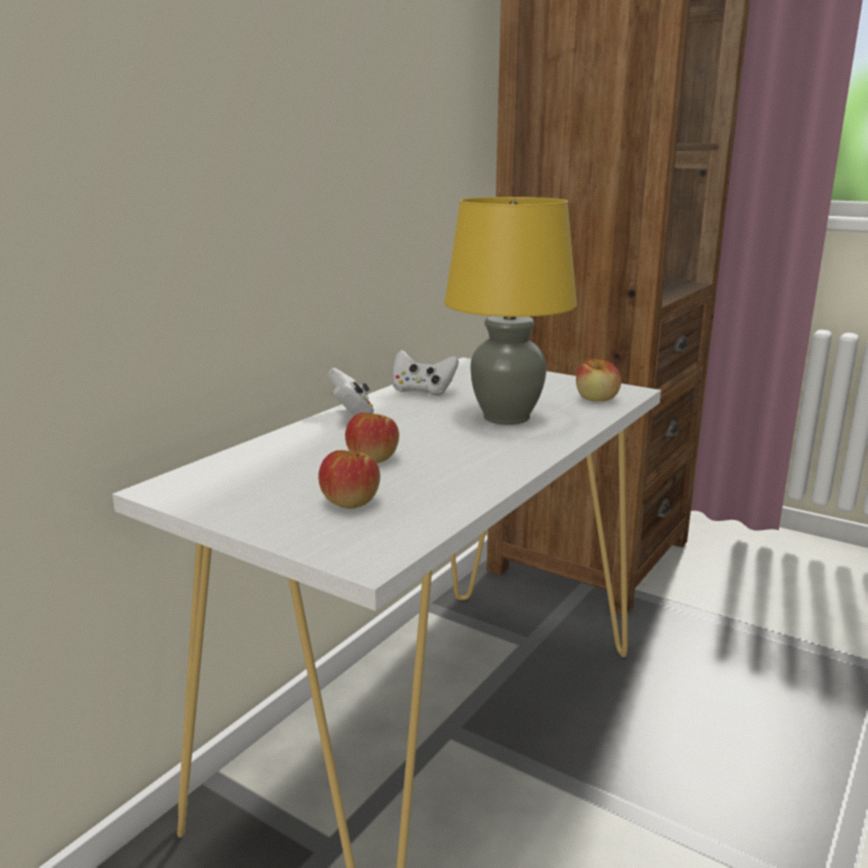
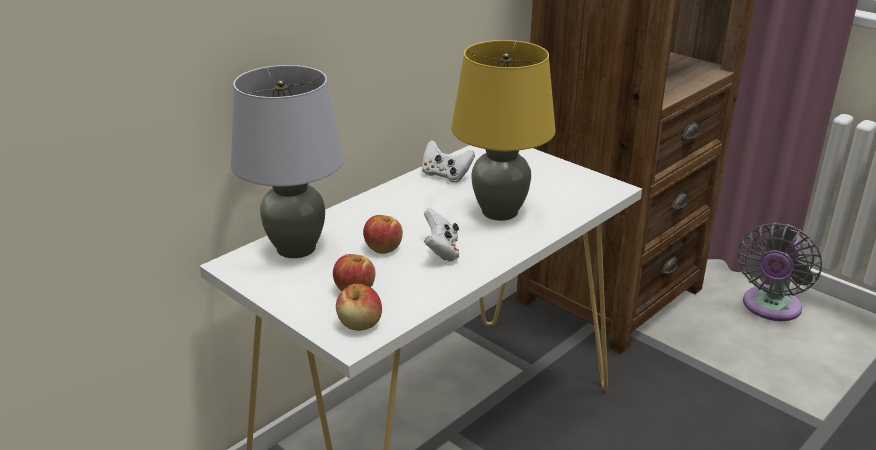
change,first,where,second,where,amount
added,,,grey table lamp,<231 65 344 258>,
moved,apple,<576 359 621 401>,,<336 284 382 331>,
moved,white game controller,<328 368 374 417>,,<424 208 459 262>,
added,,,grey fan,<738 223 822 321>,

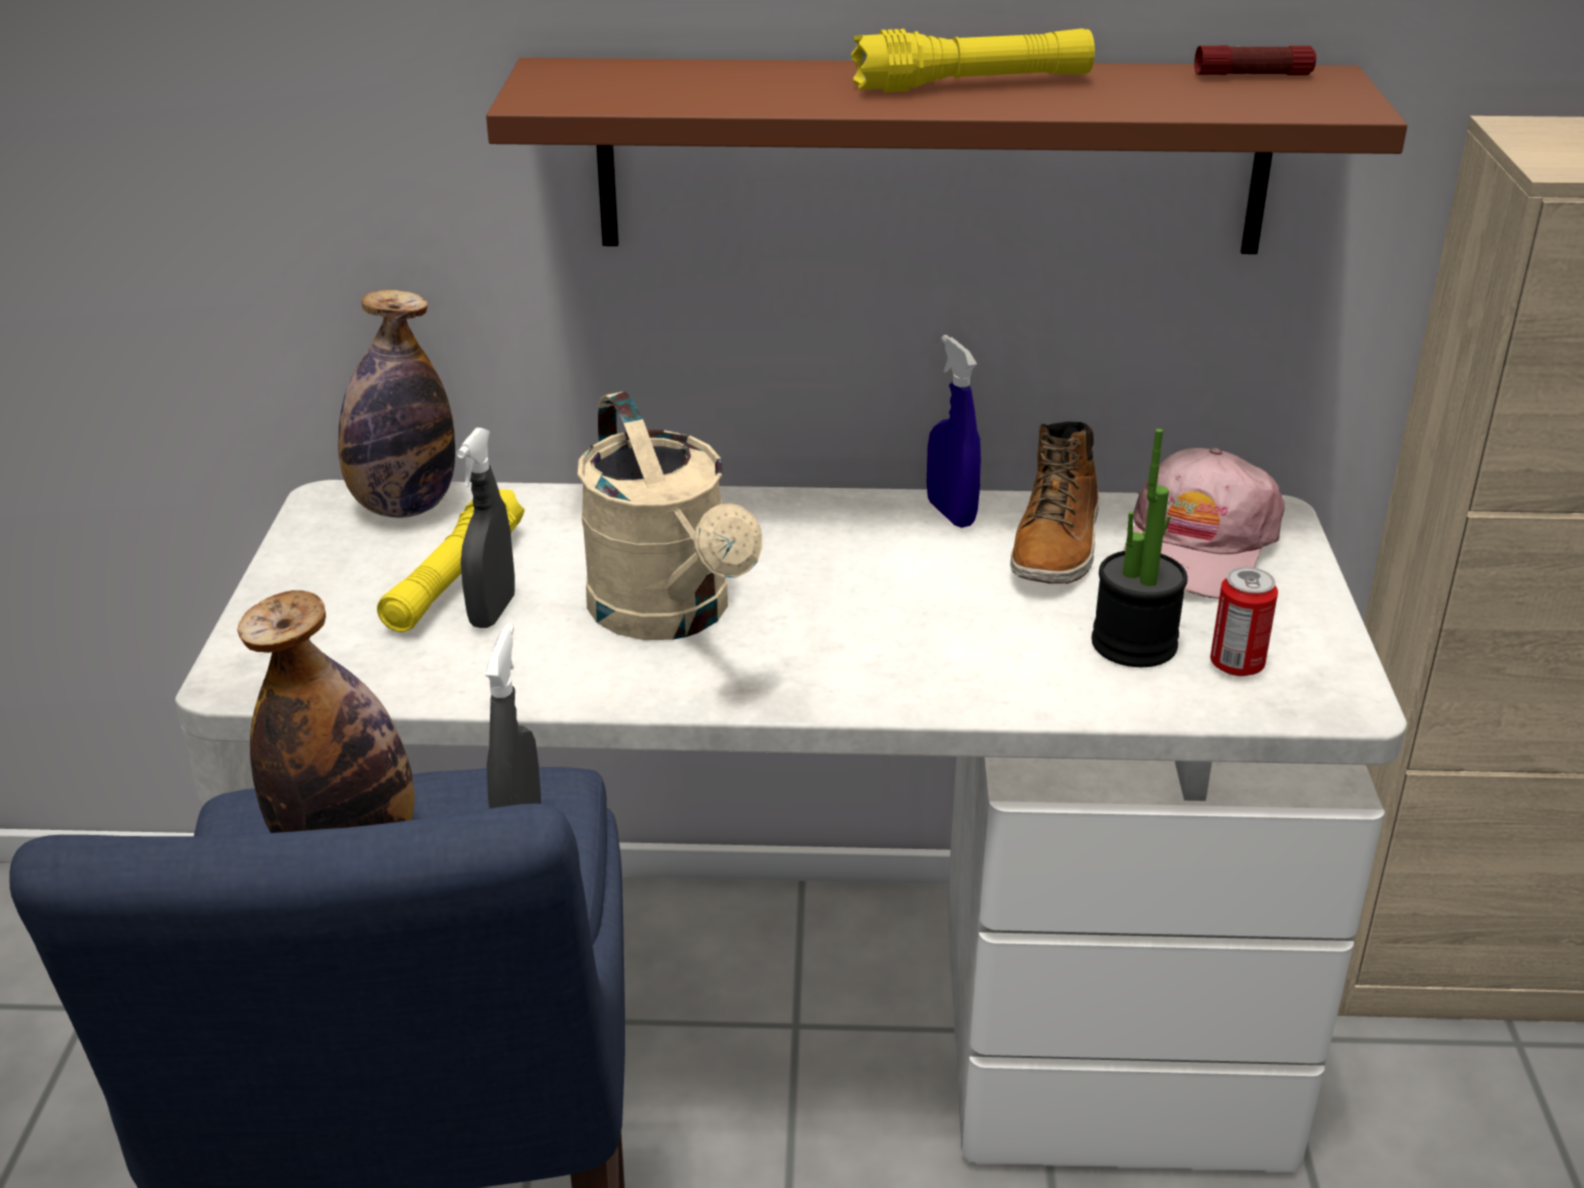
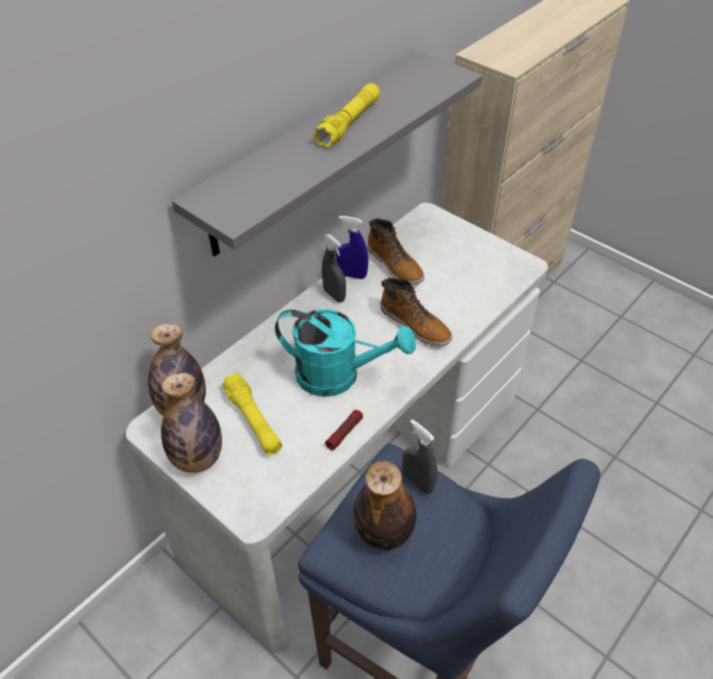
change,first,where,second,where,amount
added,,,bottle,<161 373 222 473>,
recoloured,brown shelf,<486 58 1407 254>,grey shelf,<172 52 482 257>,
recoloured,beige watering can,<577 391 762 640>,turquoise watering can,<275 309 416 397>,
moved,grey spray bottle,<457 428 515 628>,,<322 234 346 302>,
moved,flashlight,<1194 46 1316 75>,,<325 410 363 450>,
added,,,boot,<380 278 452 346>,
removed,potted plant,<1092 429 1188 667>,,,
removed,pink cap,<1123 448 1285 599>,,,
removed,can,<1210 567 1278 676>,,,

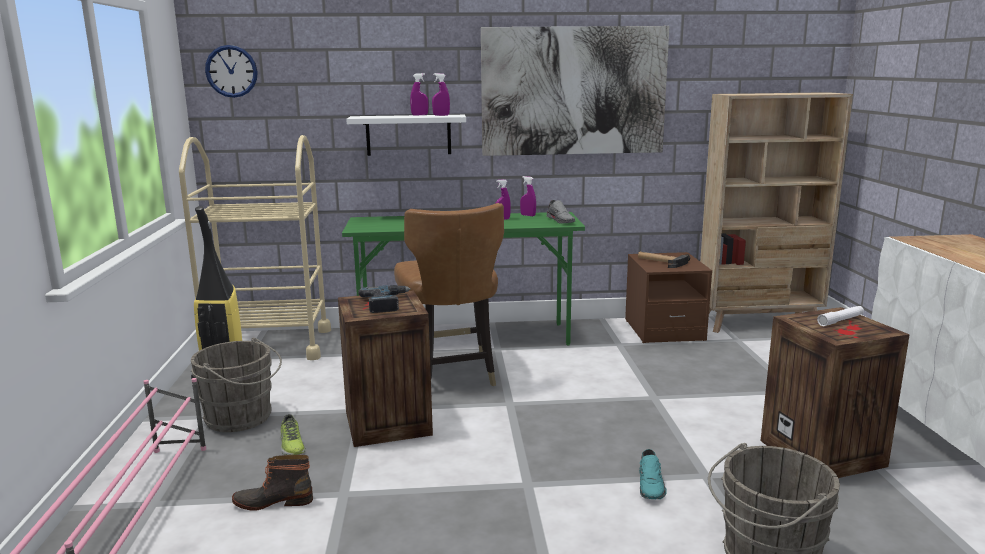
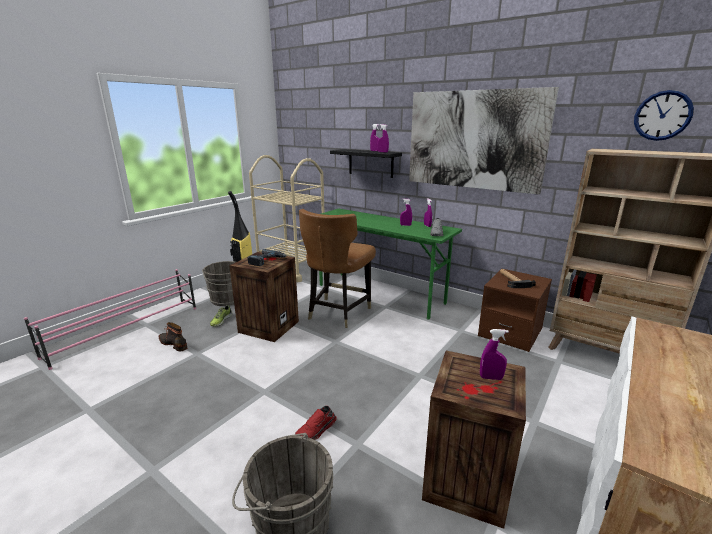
change,first,where,second,where,amount
recoloured,turquoise shoe,<639 449 667 499>,red shoe,<295 406 337 440>,
recoloured,white shelf,<346 115 466 156>,black shelf,<330 149 402 178>,
replaced,white flashlight,<817 306 864 326>,purple spray bottle,<480 329 509 380>,
moved,wall clock,<205 45 258 98>,,<634 90 694 141>,

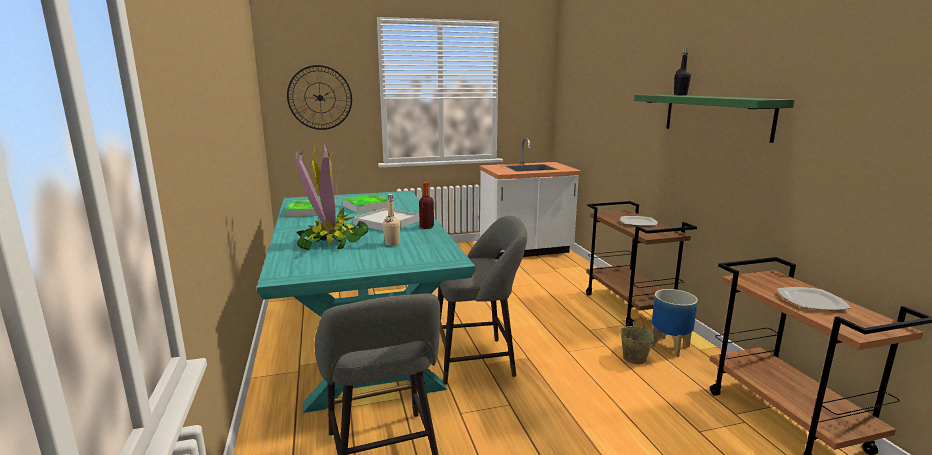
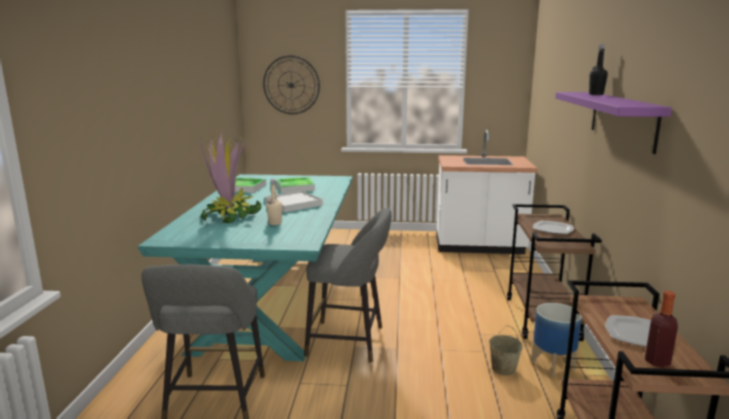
change,first,where,second,where,amount
recoloured,green shelf,<634 95 795 143>,purple shelf,<555 92 672 154>,
moved,bottle,<419 182 434 229>,,<645 291 678 368>,

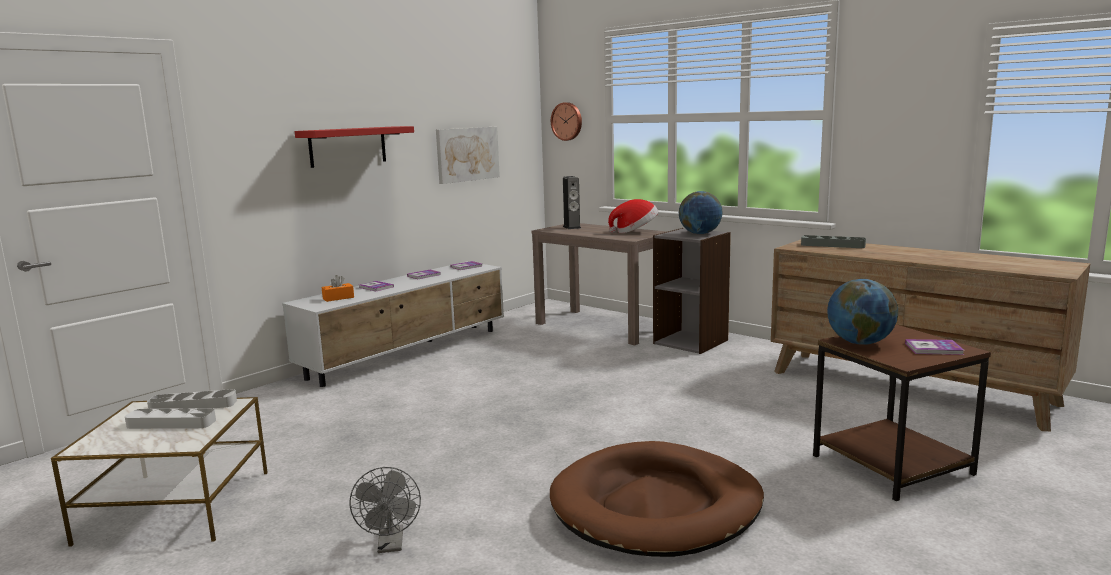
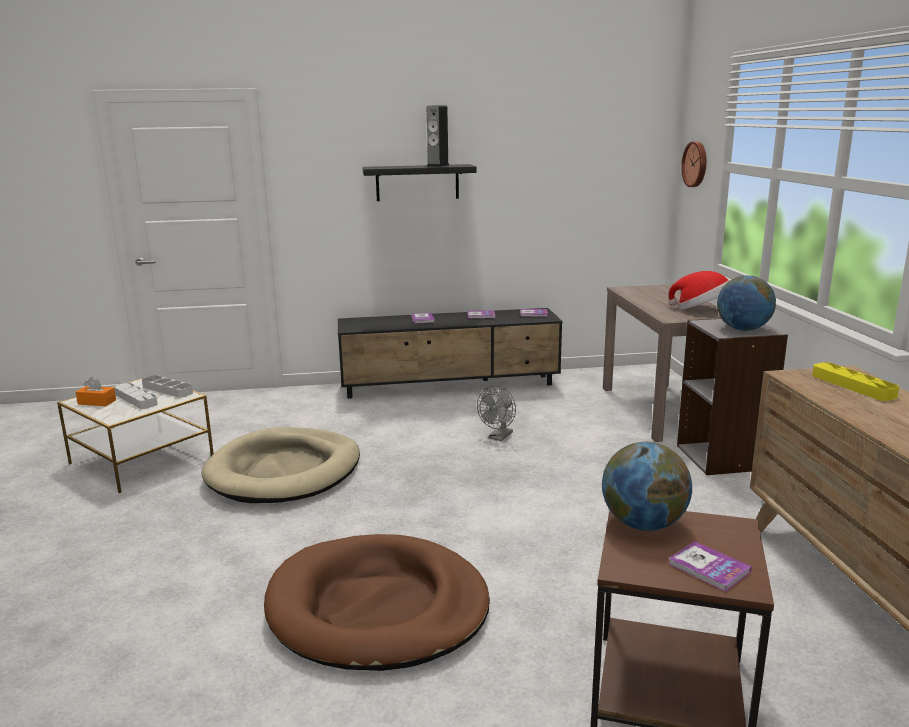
change,first,where,second,where,amount
moved,orange tissue box,<322 275 354 302>,,<76 377 116 406>,
added,,,beige dog bed,<201 427 360 503>,
recoloured,white tv stand,<282 262 504 387>,black tv stand,<338 308 563 399>,
recoloured,red shelf,<295 126 414 168>,black shelf,<362 164 476 201>,
moved,speaker,<563 176 581 229>,,<426 105 449 167>,
moved,grey fan,<349 467 421 553>,,<477 386 516 441>,
recoloured,grey tray,<801 235 866 248>,yellow tray,<812 362 899 401>,
removed,picture,<436 127 500 184>,,,

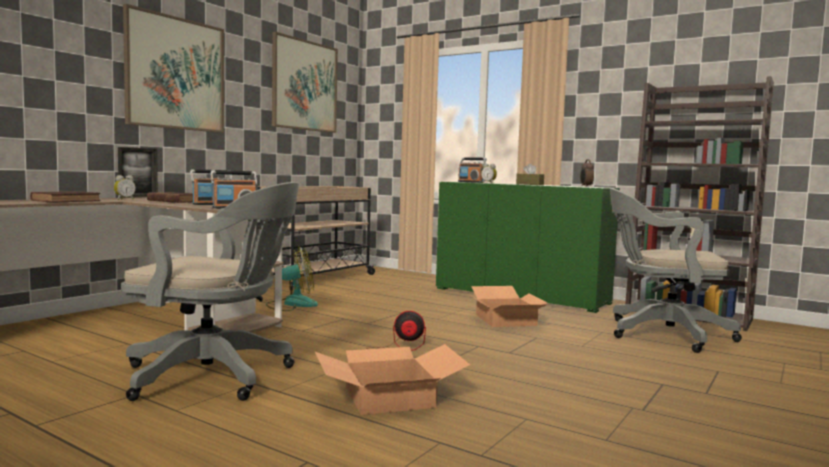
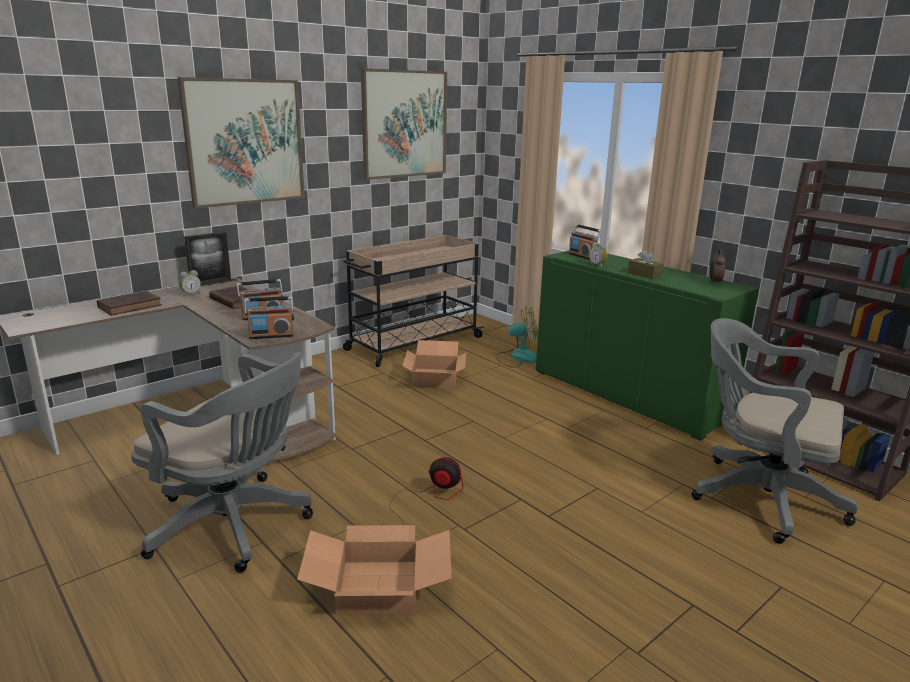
change,first,where,second,where,amount
moved,cardboard box,<470 286 548 327>,,<402 340 466 388>,
moved,fan,<266 246 318 311>,,<495 306 538 368>,

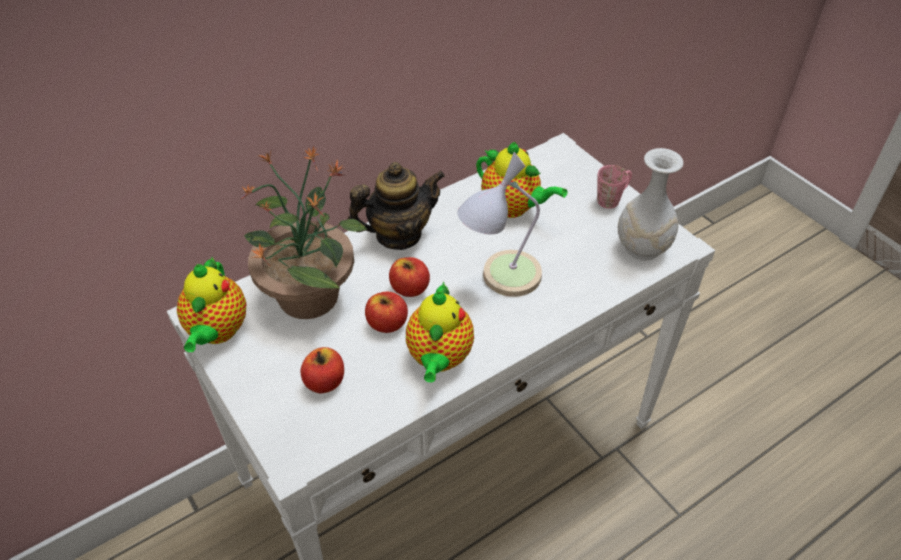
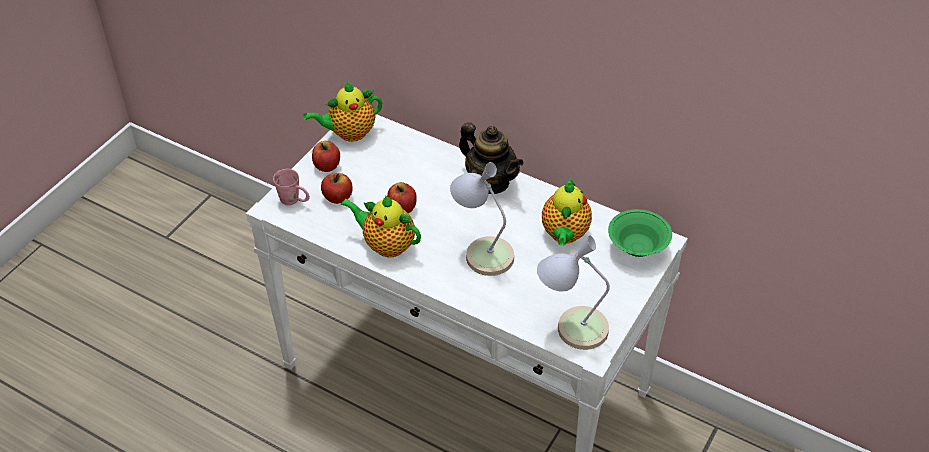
change,first,where,second,where,amount
moved,pink mug,<597 165 632 209>,,<273 169 310 205>,
moved,apple,<389 257 430 297>,,<312 141 340 172>,
turned,teapot,<406 282 474 383>,,<341 195 421 257>,45 degrees clockwise
replaced,white vase,<617 148 684 261>,table lamp,<537 235 610 350>,
added,,,green bowl,<608 209 672 257>,
removed,potted plant,<241 146 368 319>,,,

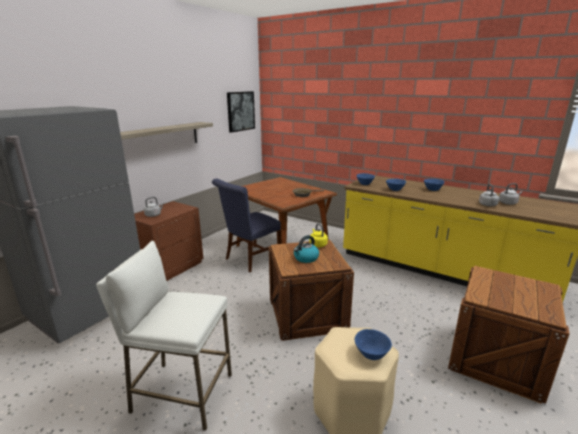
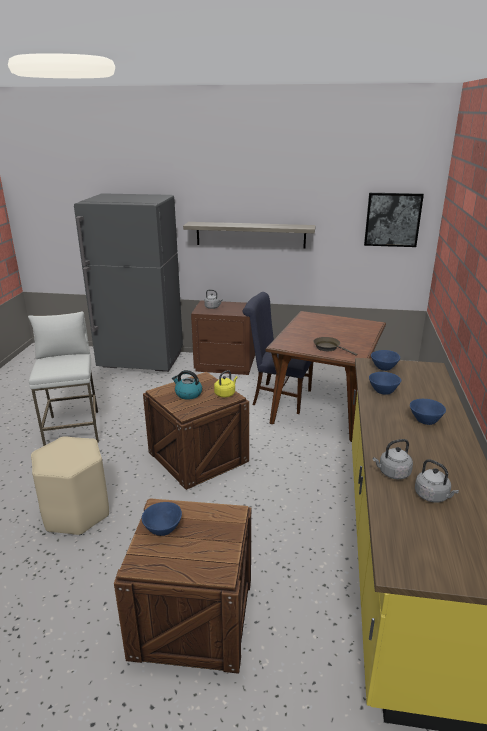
change,first,where,second,where,amount
moved,blue bowl,<355 329 392 360>,,<142 502 182 536>,

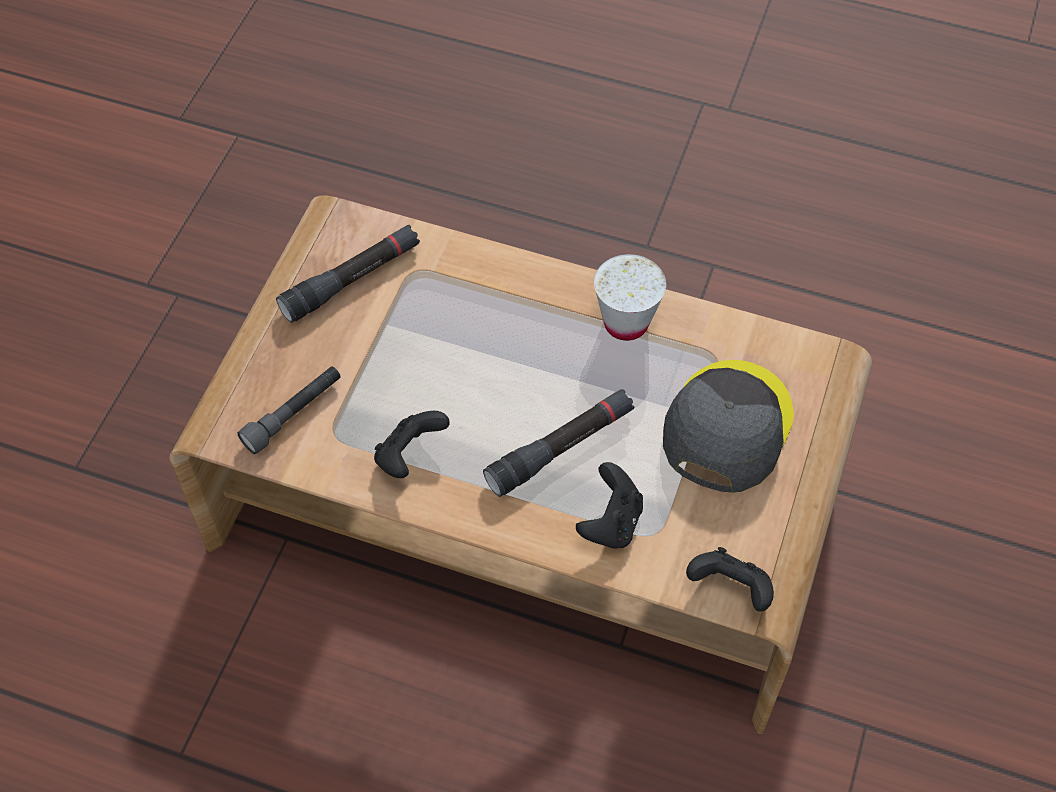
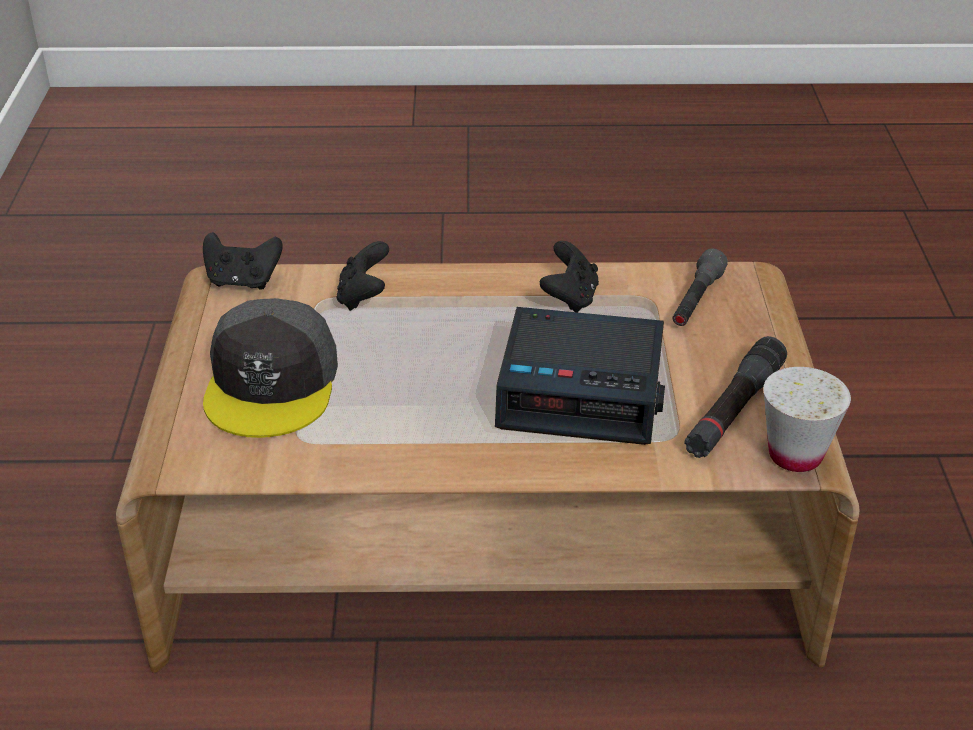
change,first,where,second,where,amount
added,,,alarm clock,<495 307 665 445>,
moved,white cup,<594 254 666 341>,,<763 367 851 472>,
removed,black flashlight,<483 389 634 497>,,,

